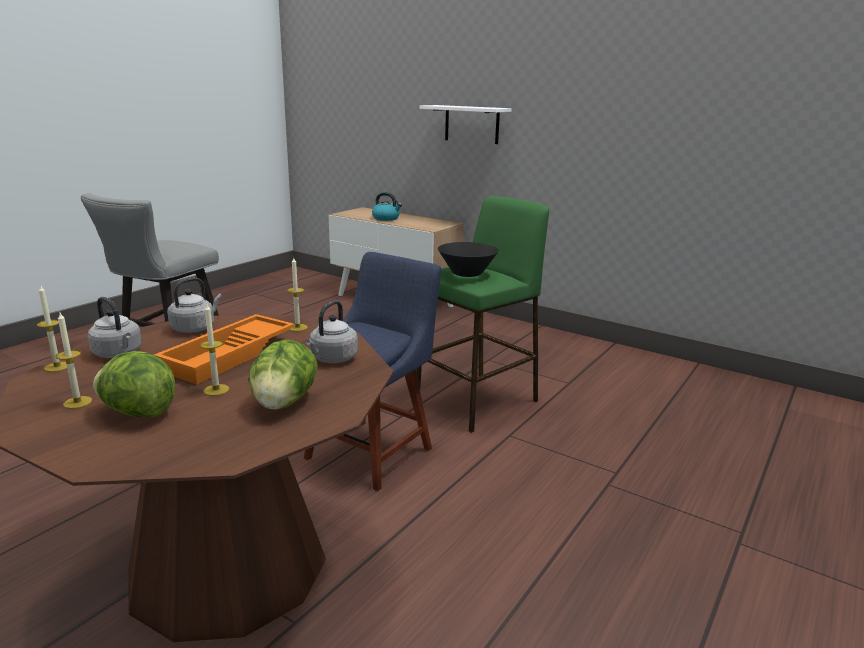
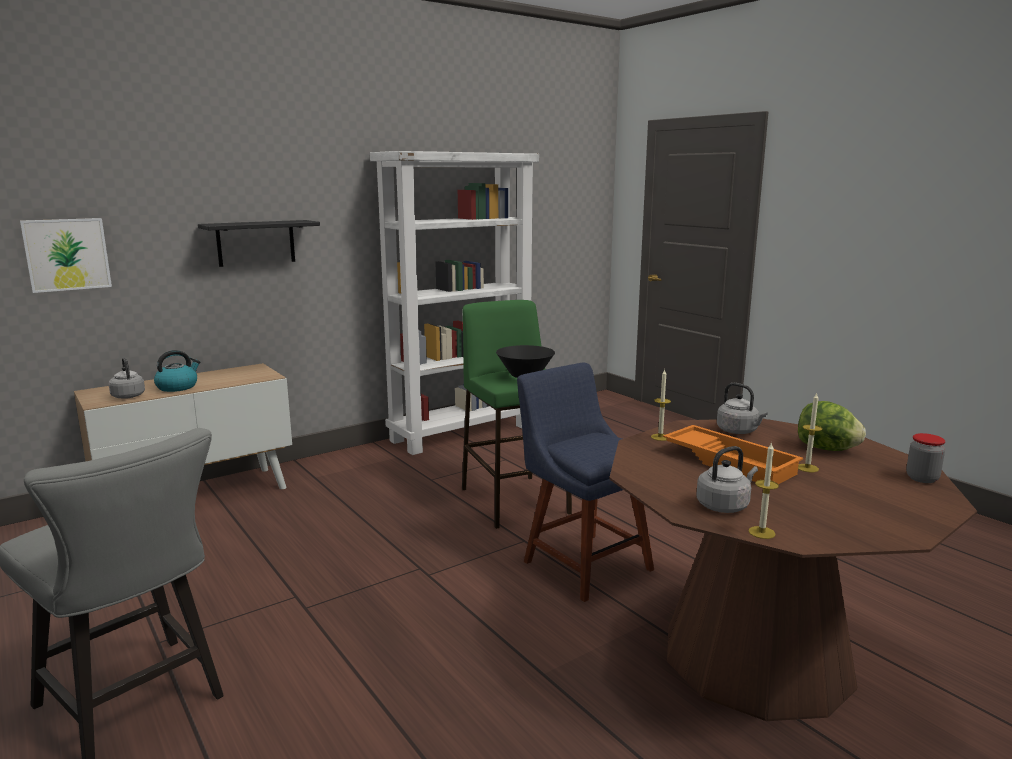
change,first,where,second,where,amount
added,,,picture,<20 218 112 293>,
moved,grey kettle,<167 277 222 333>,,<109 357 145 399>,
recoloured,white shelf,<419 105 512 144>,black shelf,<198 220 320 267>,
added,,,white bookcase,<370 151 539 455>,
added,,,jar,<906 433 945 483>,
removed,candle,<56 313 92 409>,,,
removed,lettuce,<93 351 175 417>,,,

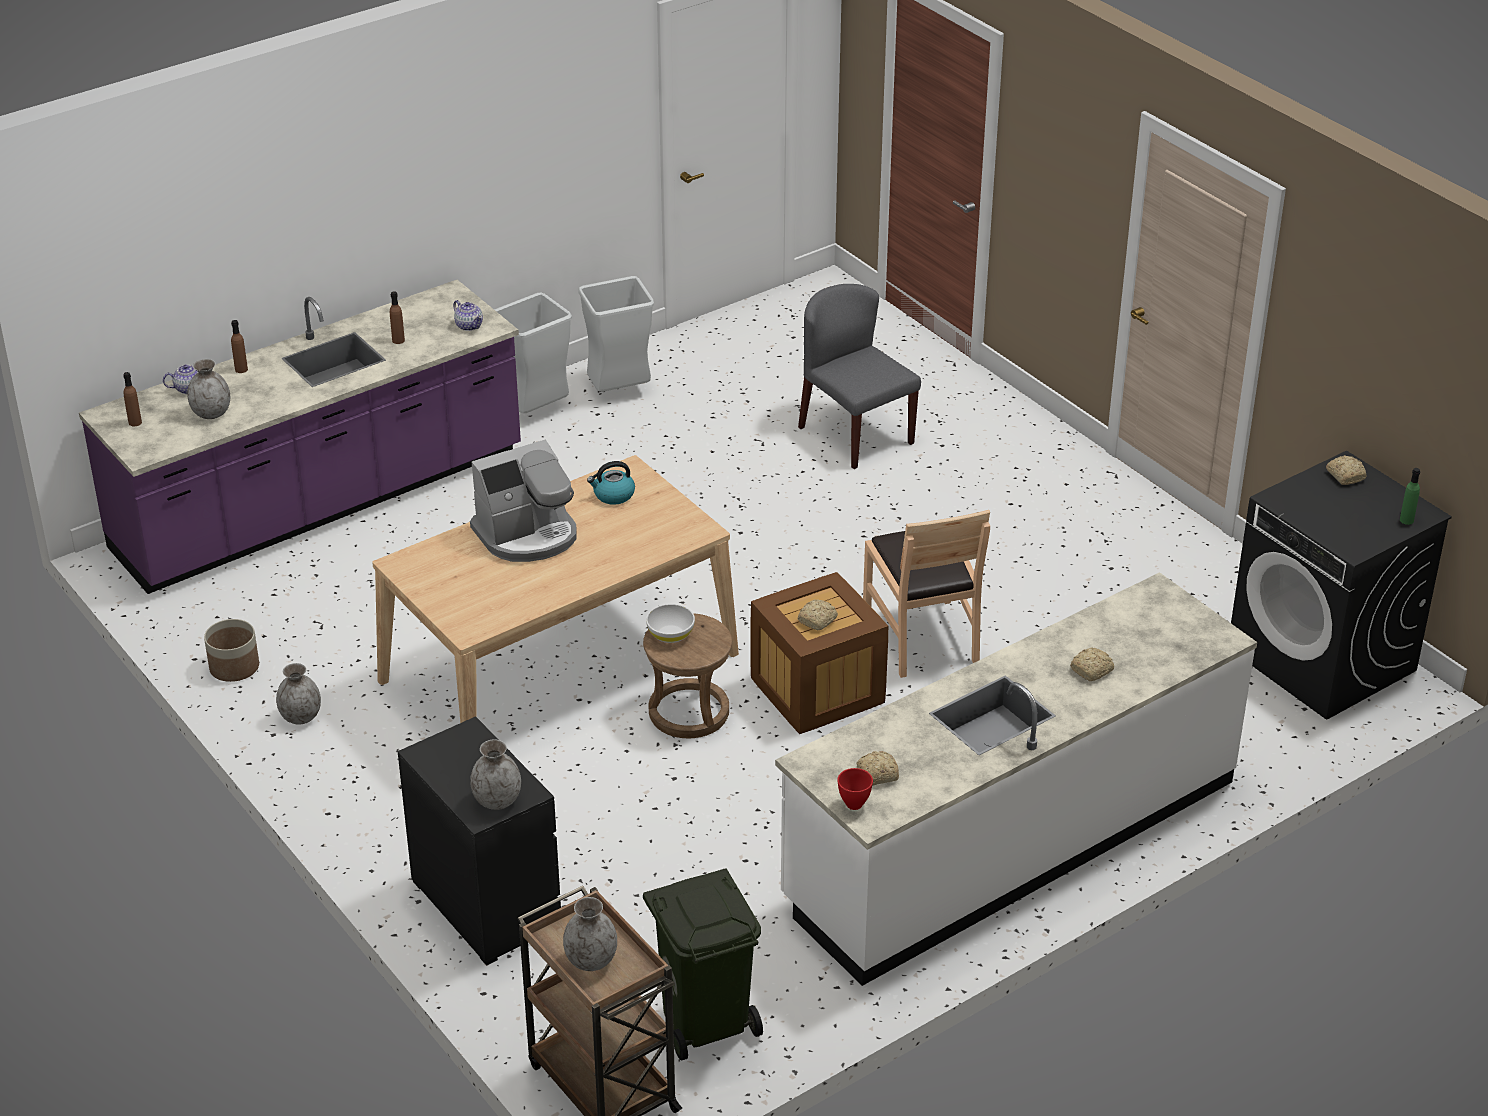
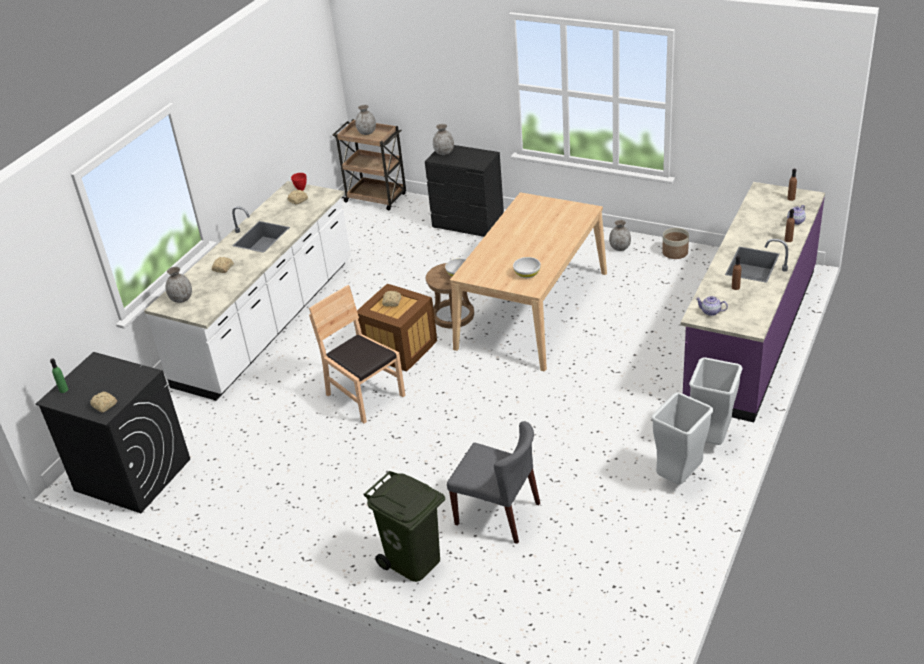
change,first,where,second,where,amount
moved,grey vase,<187 359 230 419>,,<166 267 192 303>,
moved,green trash can,<643 868 763 1061>,,<363 471 445 582>,
replaced,kettle,<587 461 635 505>,white bowl,<513 257 541 278>,
removed,coffee machine,<470 440 577 562>,,,

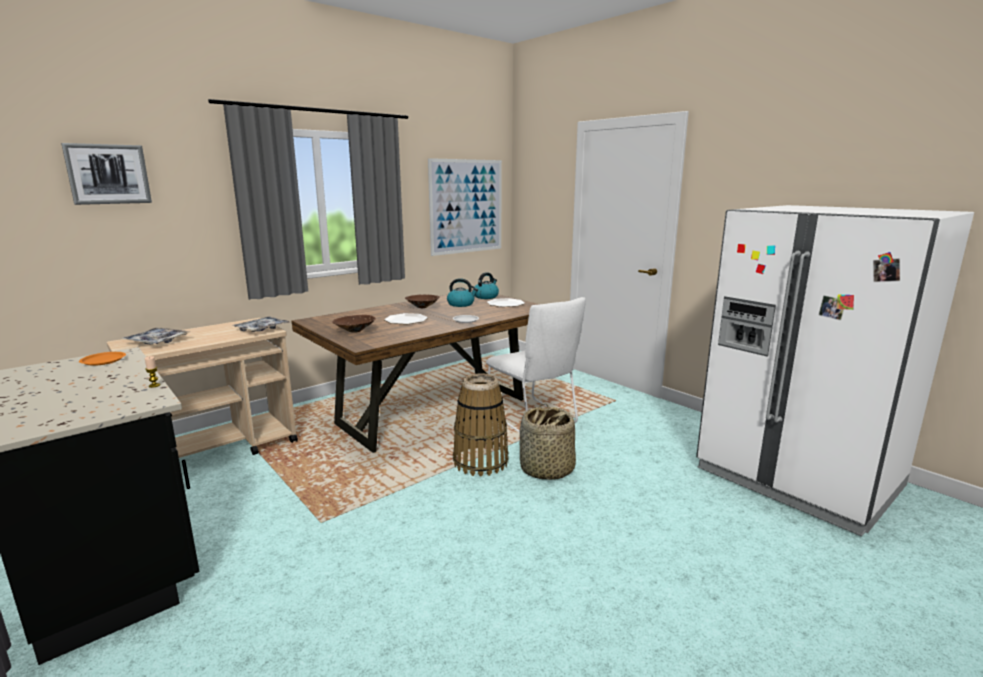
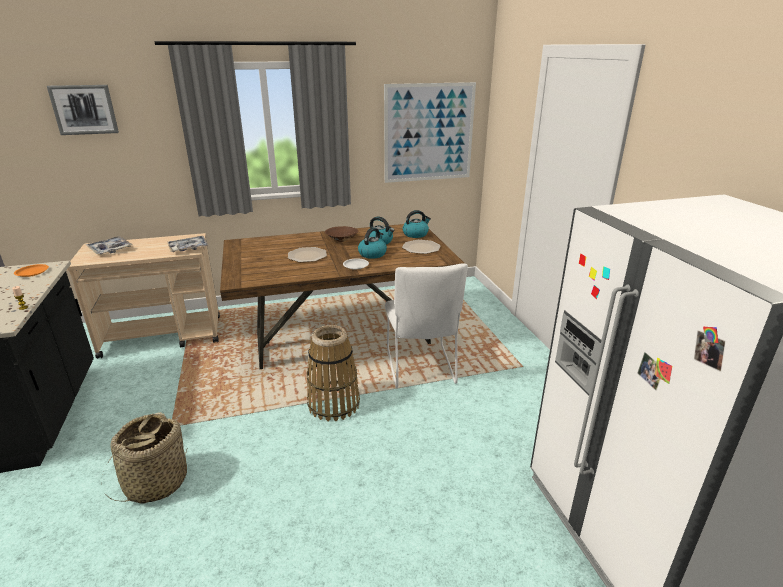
change,first,where,second,where,amount
moved,basket,<519 403 576 480>,,<107 412 188 504>,
added,,,kettle,<358 227 387 259>,
removed,brown bowl,<332 315 376 333>,,,

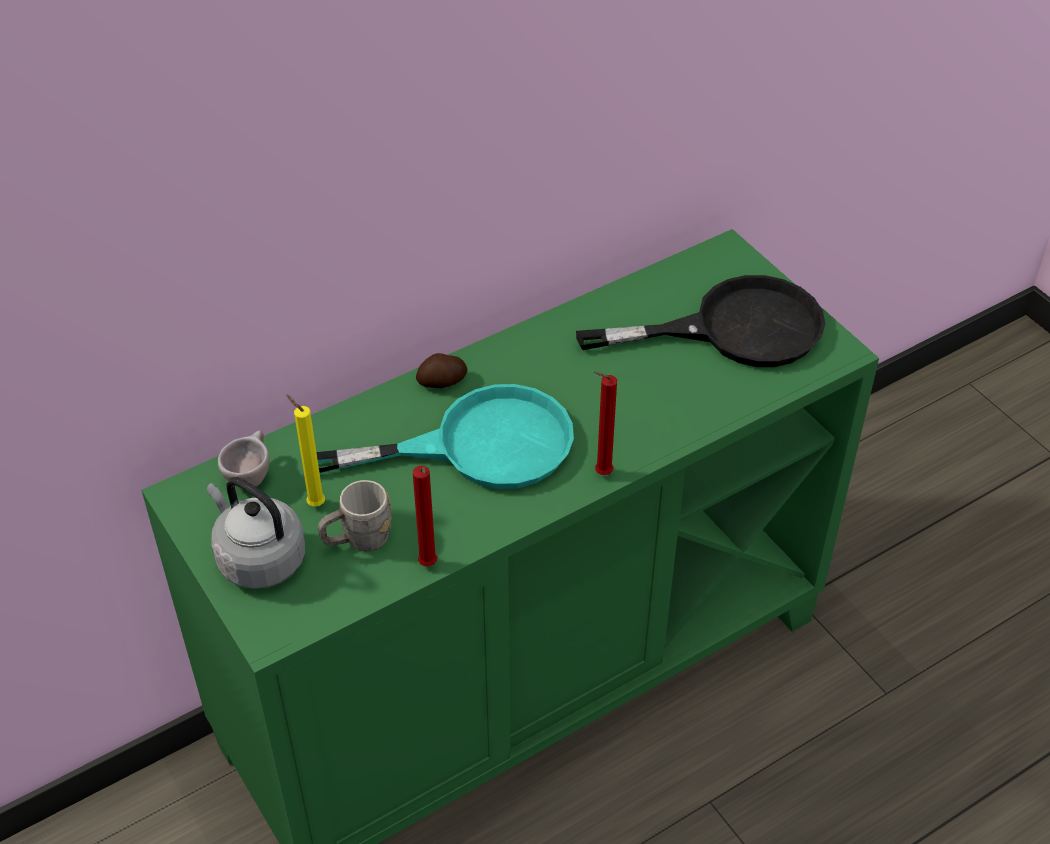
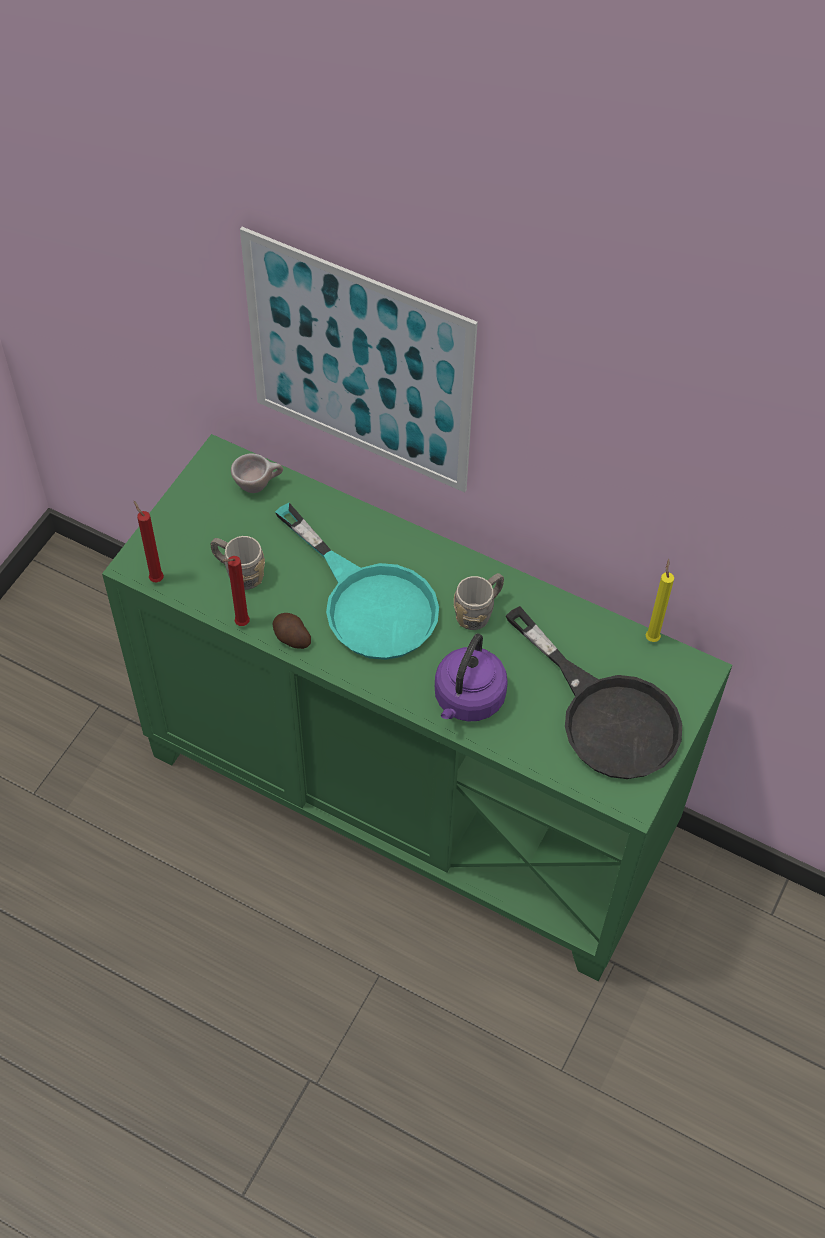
change,first,where,second,where,amount
moved,red candle,<594 371 617 475>,,<133 501 164 582>,
added,,,picture,<240 227 478 492>,
moved,potato,<416 353 467 388>,,<273 613 311 649>,
added,,,purple kettle,<435 633 508 722>,
added,,,grey mug,<454 573 504 630>,
moved,yellow candle,<286 394 325 507>,,<646 559 674 642>,
removed,grey kettle,<207 477 305 589>,,,

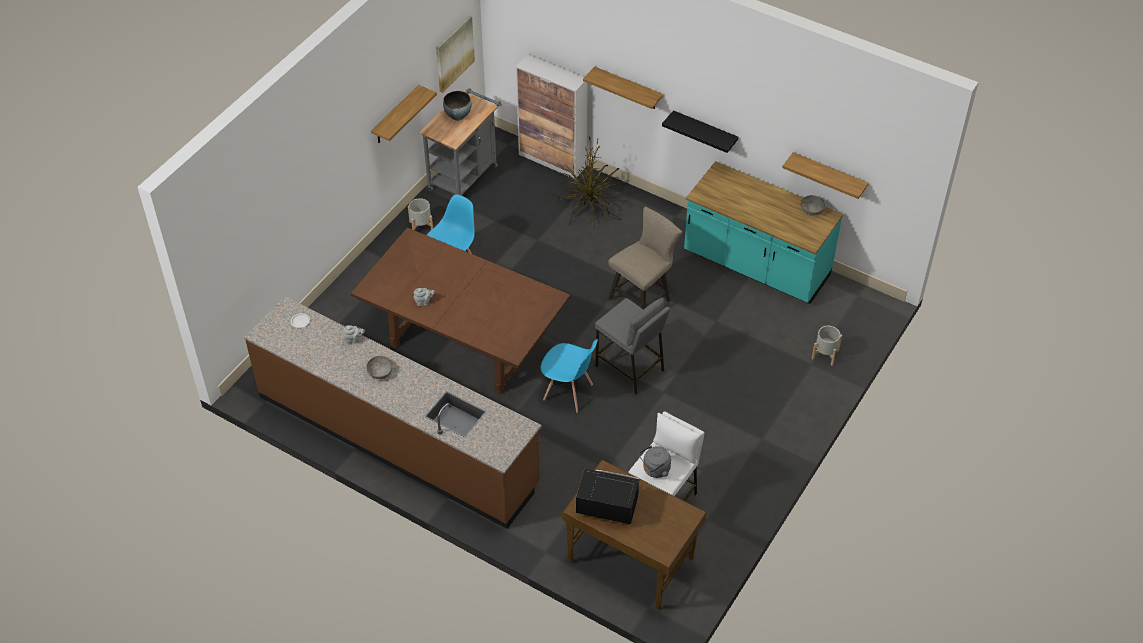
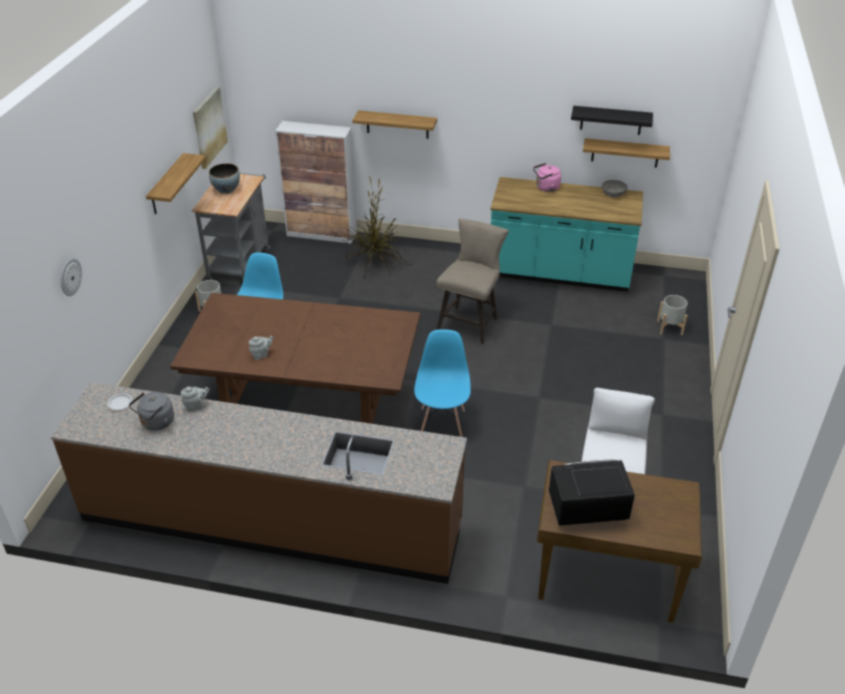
change,first,where,second,where,amount
added,,,wall clock,<61 258 82 296>,
moved,grey kettle,<638 446 671 478>,,<129 392 174 431>,
turned,blue chair,<541 339 598 413>,,<414 329 471 437>,90 degrees counterclockwise
added,,,pink kettle,<533 163 561 192>,
moved,black shelf,<662 110 738 153>,,<571 106 653 135>,
removed,grey bowl,<366 356 393 379>,,,
removed,grey stool,<595 297 670 395>,,,

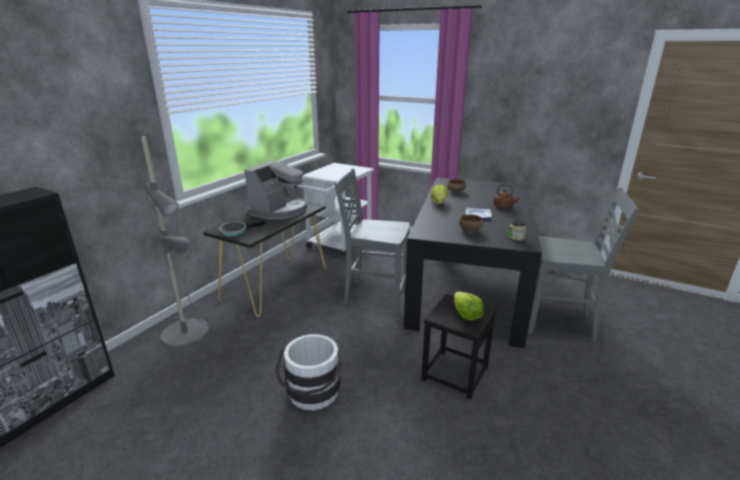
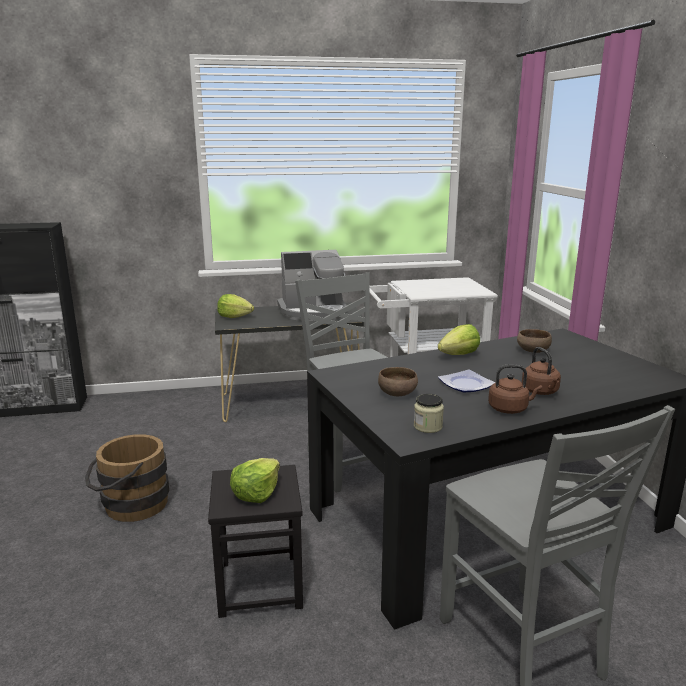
change,first,where,second,where,amount
recoloured,white bucket,<275 334 342 410>,brown bucket,<85 434 169 522>,
replaced,frying pan,<219 220 265 236>,lettuce,<217 294 254 318>,
added,,,brown kettle,<488 365 542 414>,
removed,grey floor lamp,<141 136 287 346>,,,

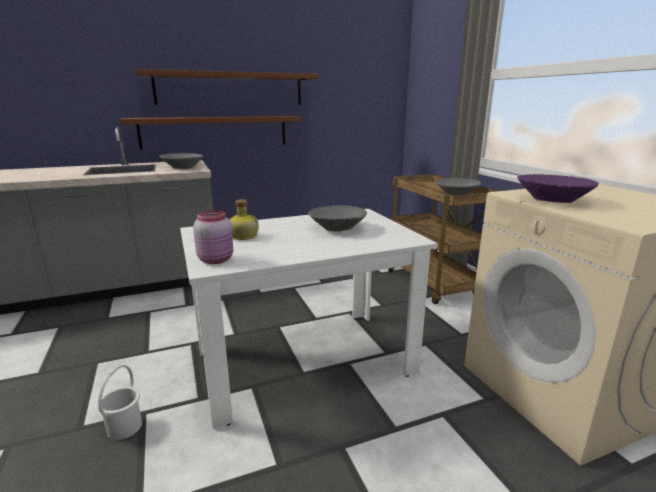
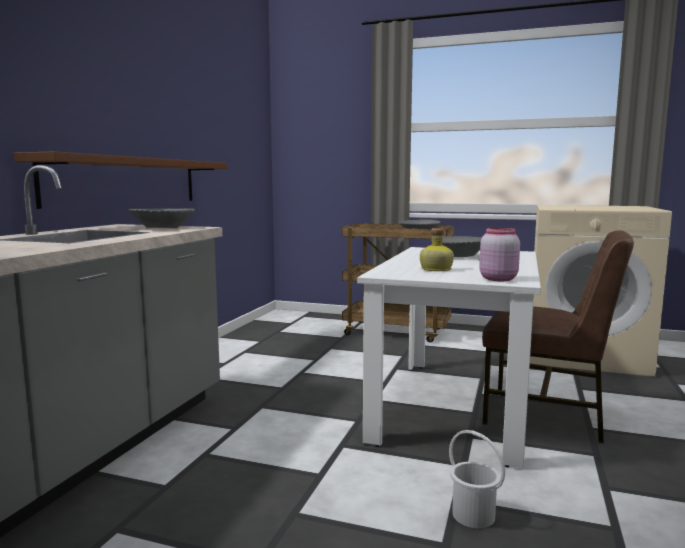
change,first,where,second,where,amount
added,,,brown chair,<482 230 634 443>,
removed,brown shelf,<136 69 319 105>,,,
removed,purple bowl,<517 174 599 203>,,,

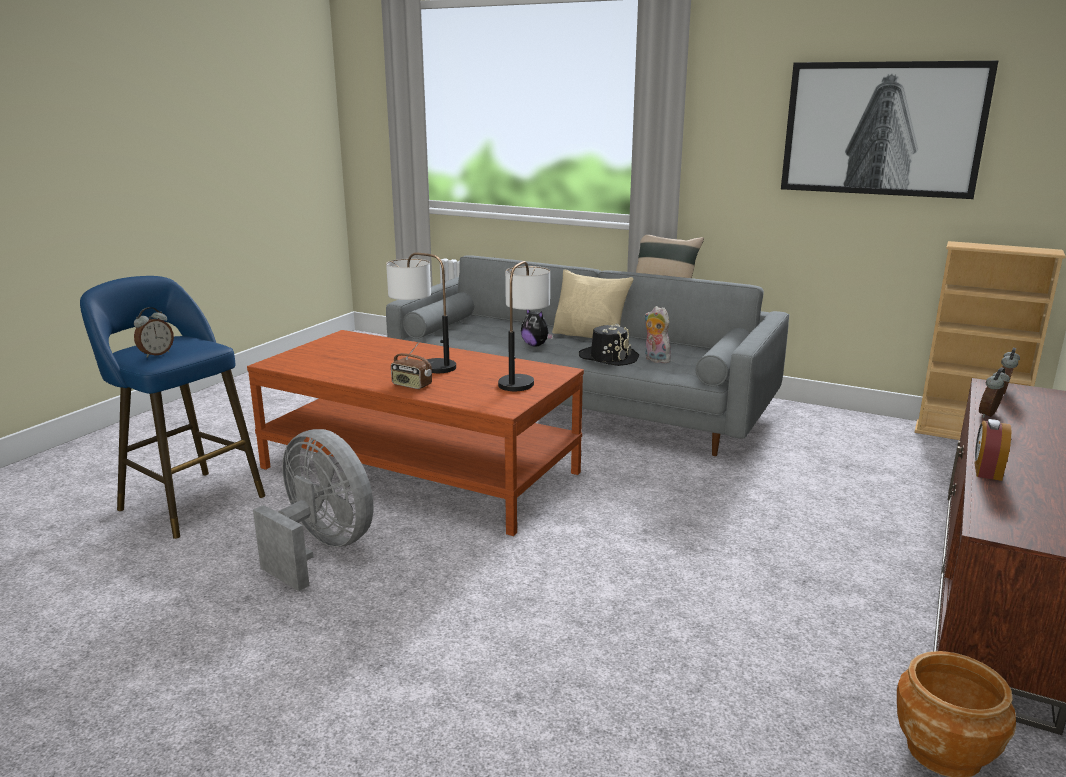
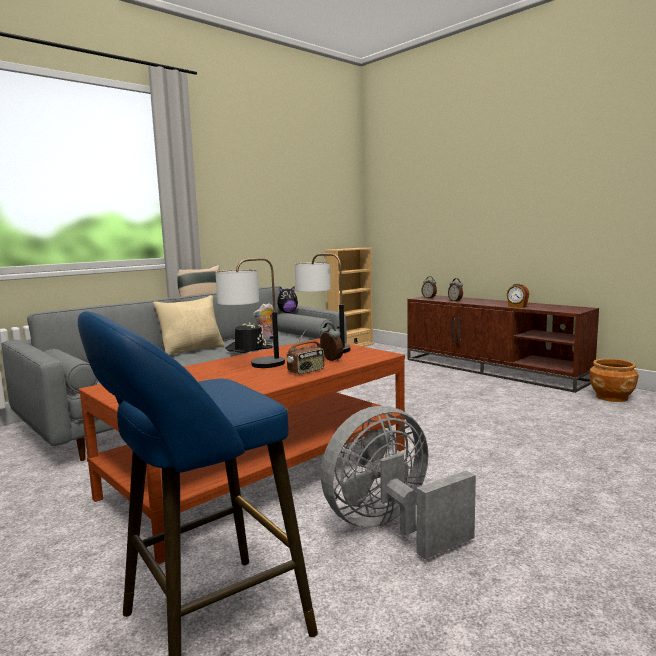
change,first,where,second,where,amount
moved,plush toy,<521 310 553 346>,,<277 287 298 313>,
moved,alarm clock,<134 307 174 358>,,<320 323 343 362>,
removed,picture,<781 61 998 199>,,,

